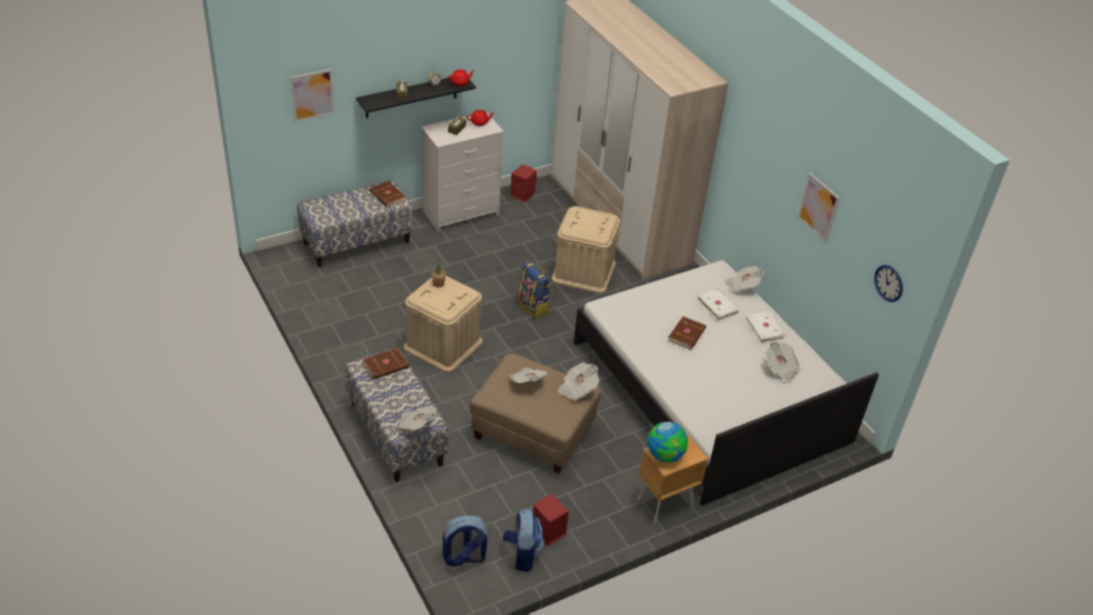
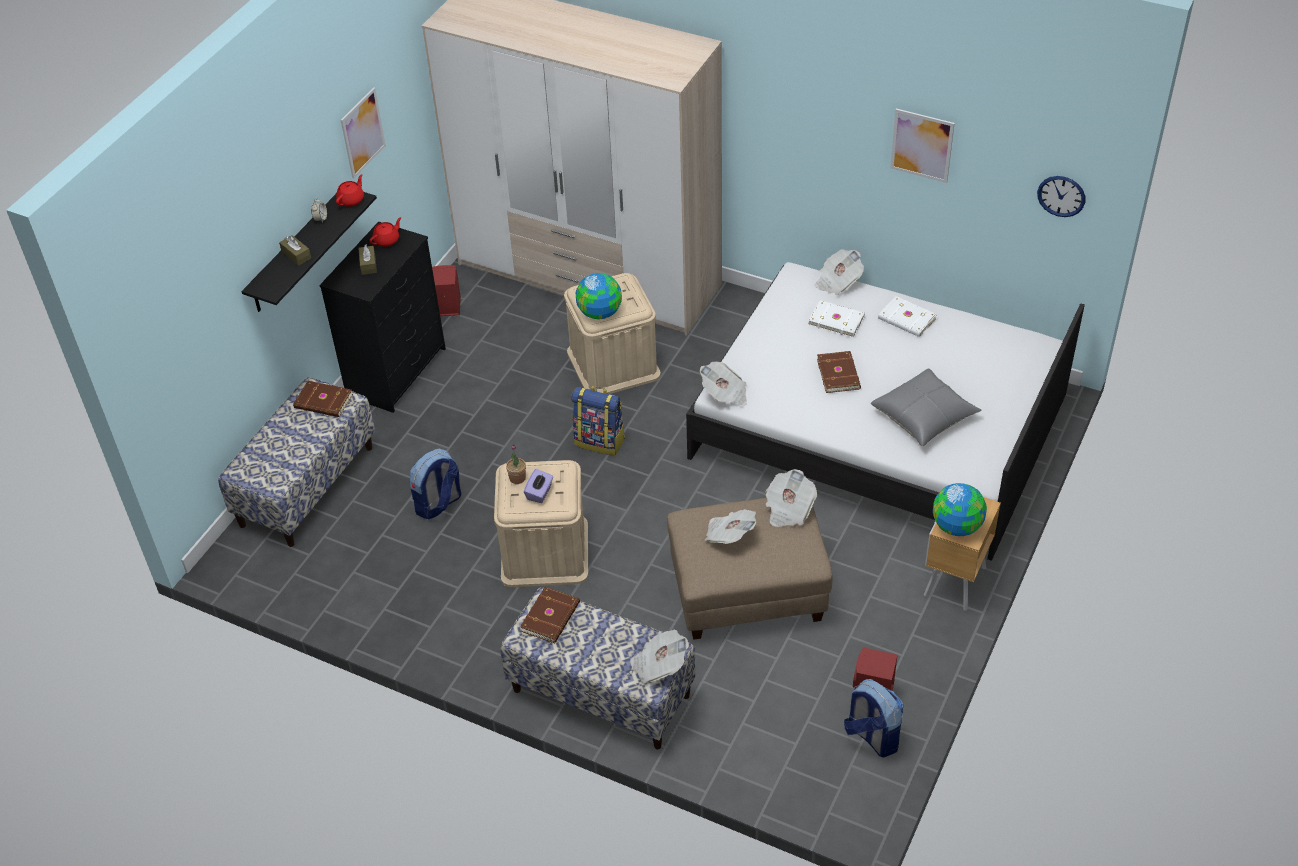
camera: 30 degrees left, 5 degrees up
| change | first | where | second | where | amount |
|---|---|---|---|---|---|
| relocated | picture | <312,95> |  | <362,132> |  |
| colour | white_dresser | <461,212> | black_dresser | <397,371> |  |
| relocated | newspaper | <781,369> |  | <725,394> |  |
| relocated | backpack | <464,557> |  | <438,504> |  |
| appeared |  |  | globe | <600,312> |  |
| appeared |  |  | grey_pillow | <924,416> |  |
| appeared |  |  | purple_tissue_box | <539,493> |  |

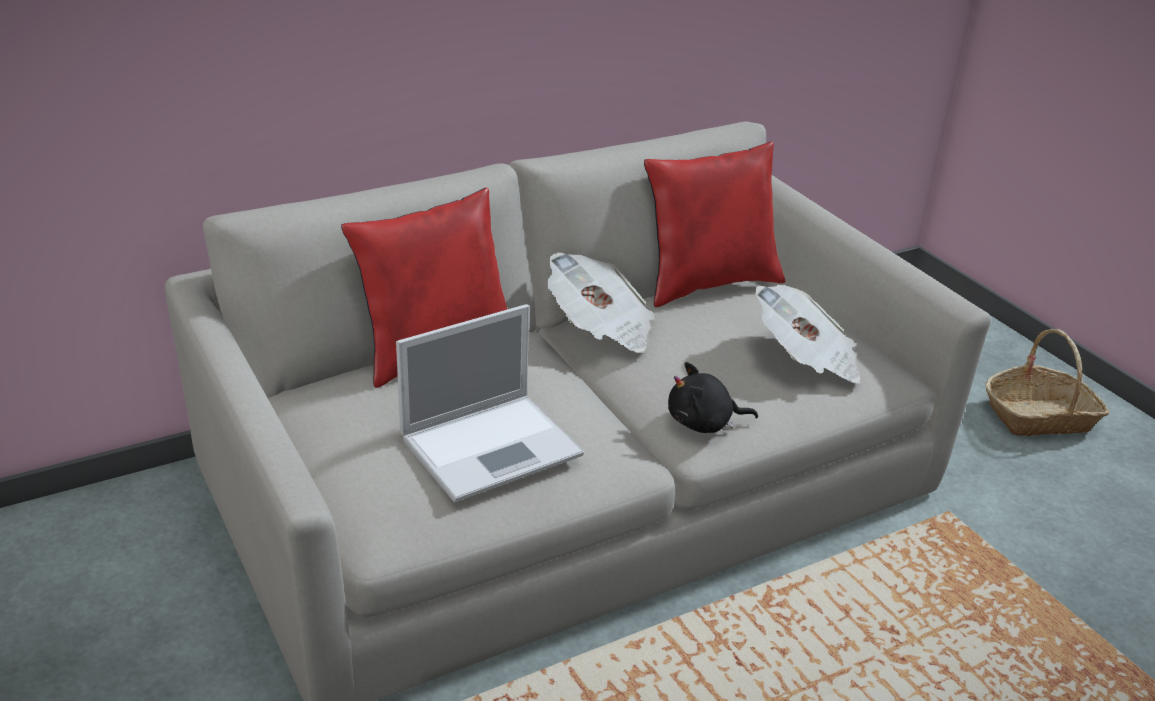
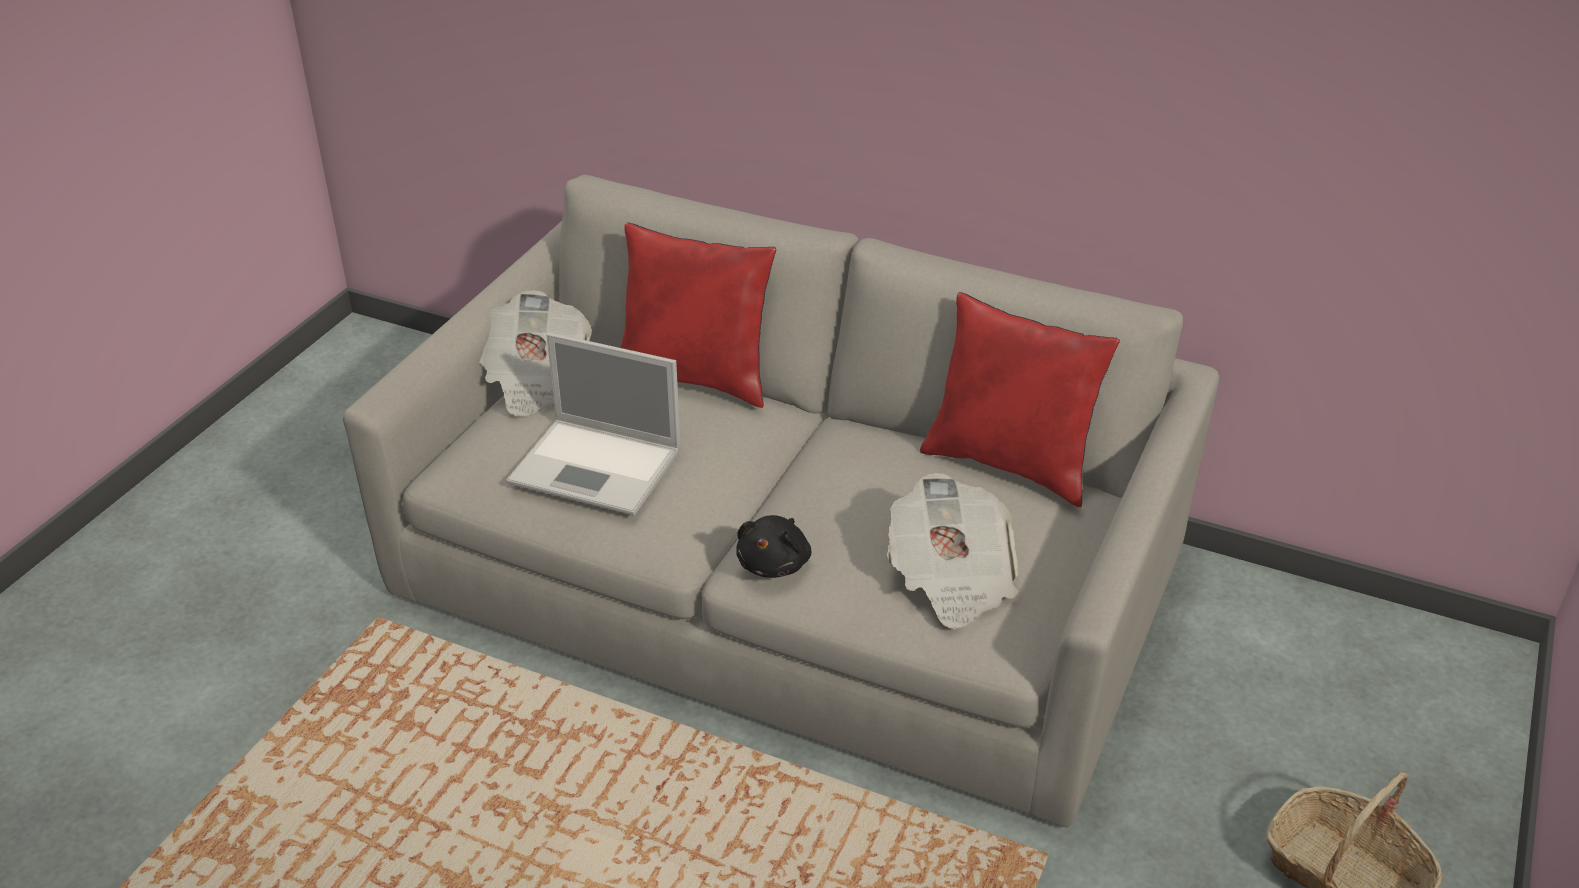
camera: 55 degrees right, 5 degrees up
| change | first | where | second | where | amount |
|---|---|---|---|---|---|
| relocated | newspaper | <601,328> |  | <537,381> |  |
| spun | black_plush_toy | <704,423> |  | <775,563> | 120 degrees counterclockwise |

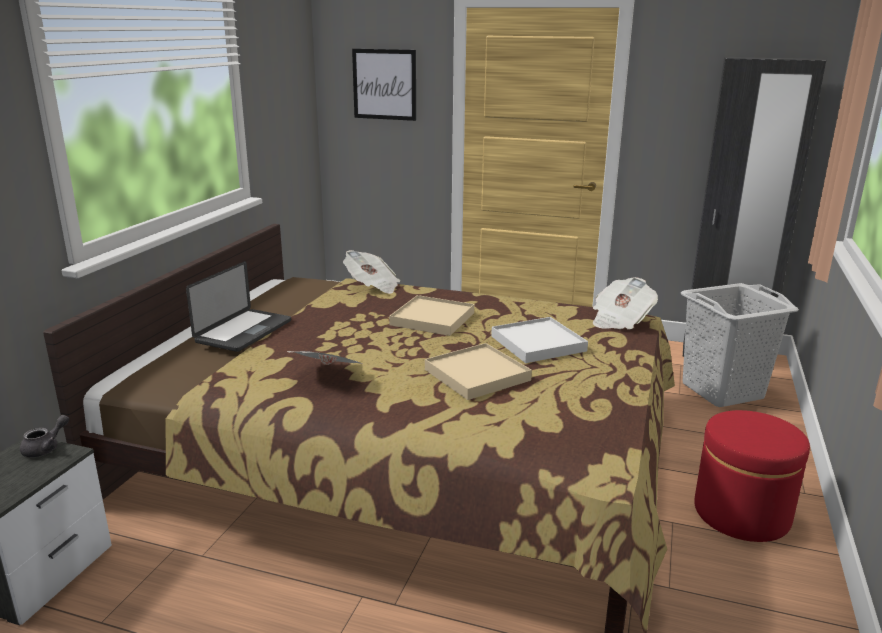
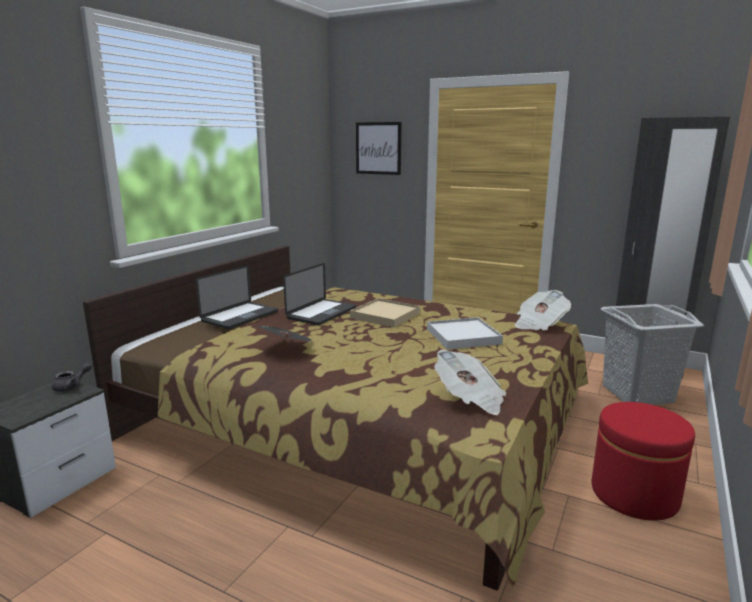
camera: 10 degrees right, 5 degrees down
| change | first | where | second | where | amount |
|---|---|---|---|---|---|
| relocated | newspaper | <372,286> |  | <470,399> |  |
| missing | beige_tray | <477,375> |  |  |  |
| appeared |  |  | laptop | <322,313> |  |

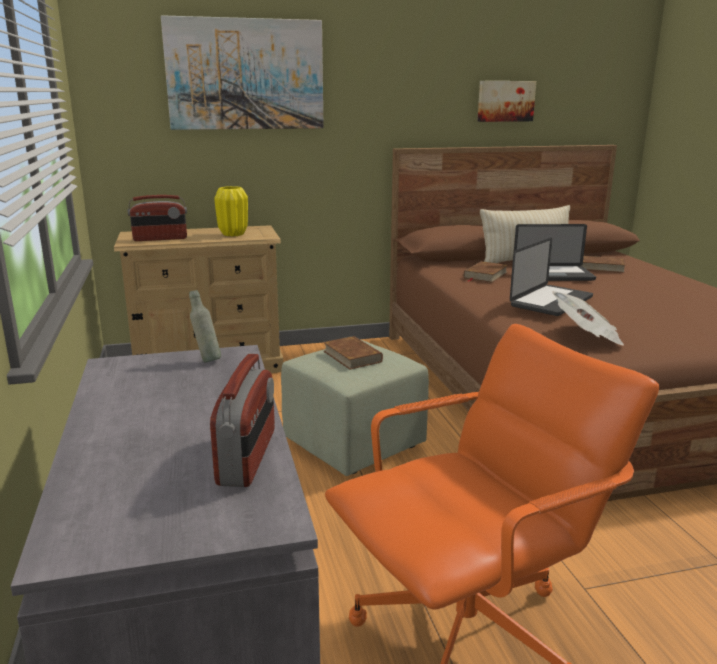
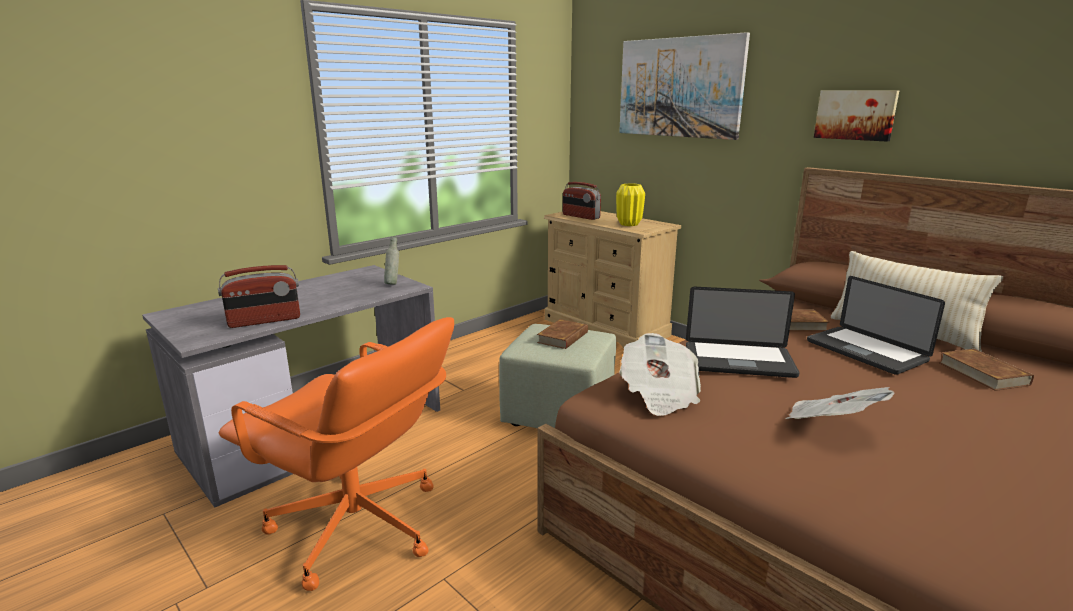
camera: 60 degrees right, 0 degrees up
| change | first | where | second | where | amount |
|---|---|---|---|---|---|
| relocated | picture | <505,101> |  | <855,115> |  |
| appeared |  |  | newspaper | <831,425> |  |

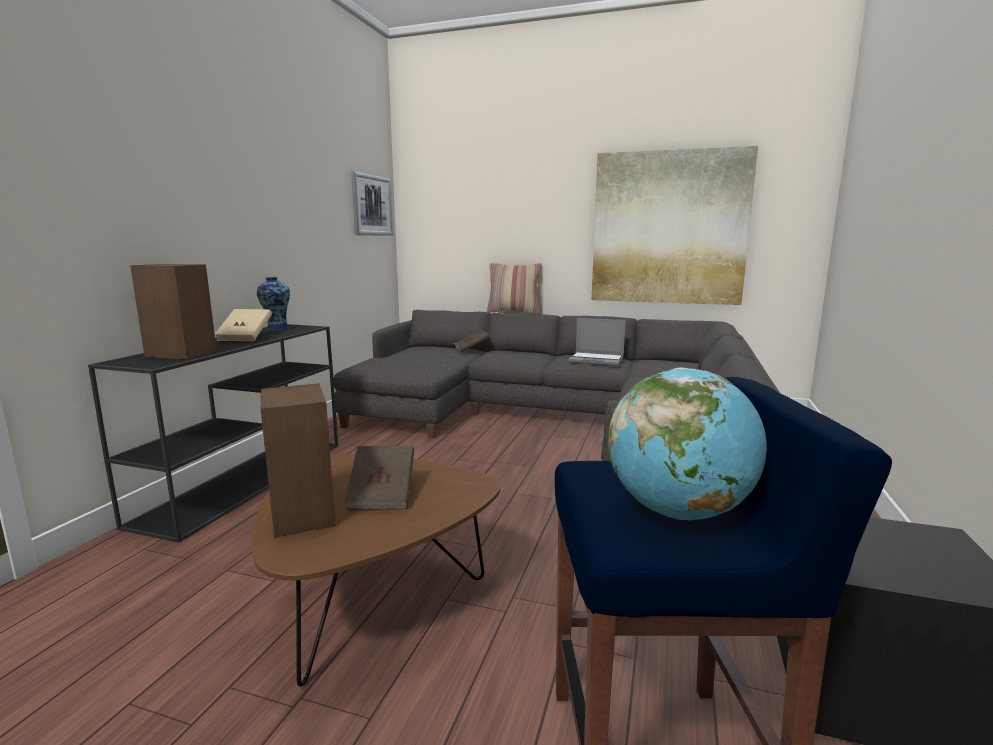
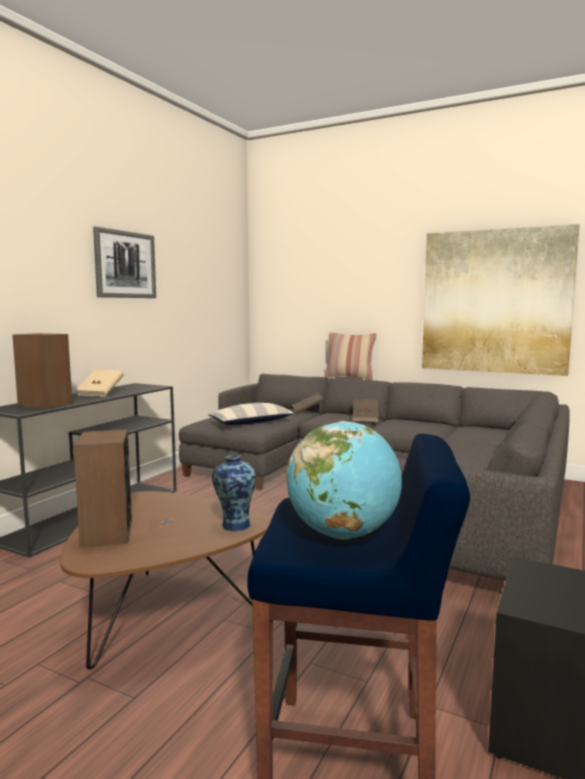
camera: 10 degrees right, 5 degrees down
| change | first | where | second | where | amount |
|---|---|---|---|---|---|
| relocated | picture | <372,205> |  | <125,265> |  |
| relocated | vase | <276,328> |  | <234,525> |  |
| missing | laptop | <597,360> |  |  |  |
| relocated | brown_book | <382,494> |  | <365,419> |  |
| appeared |  |  | pillow | <251,423> |  |

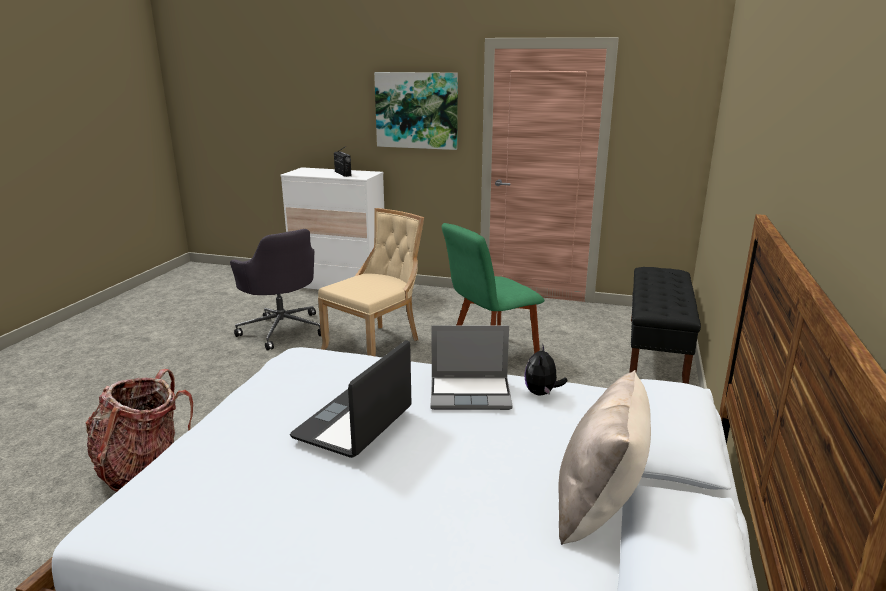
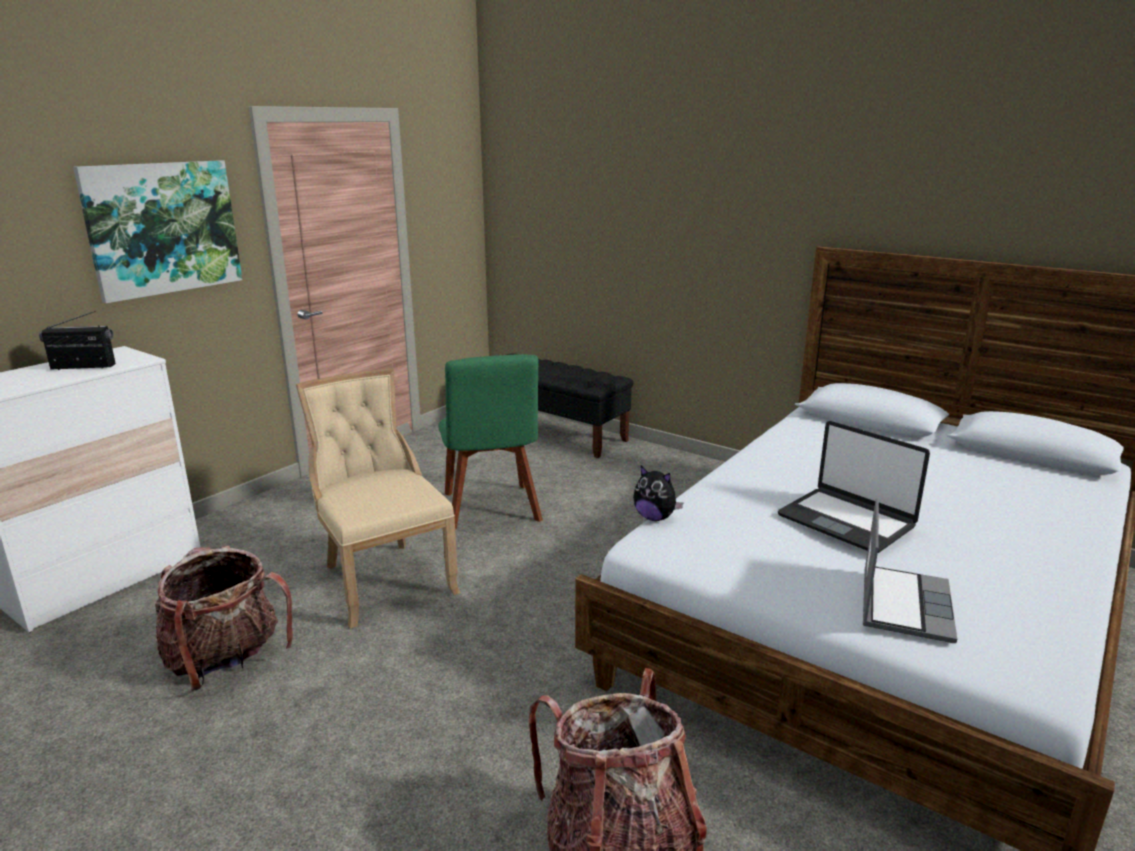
camera: 70 degrees left, 0 degrees up
| change | first | where | second | where | amount |
|---|---|---|---|---|---|
| exchanged | grey_office_chair | <282,329> | backpack | <226,661> |  |
| relocated | laptop | <471,394> |  | <903,604> |  |
| relocated | plush_toy | <542,393> |  | <655,518> |  |
| missing | beige_pillow | <598,507> |  |  |  |

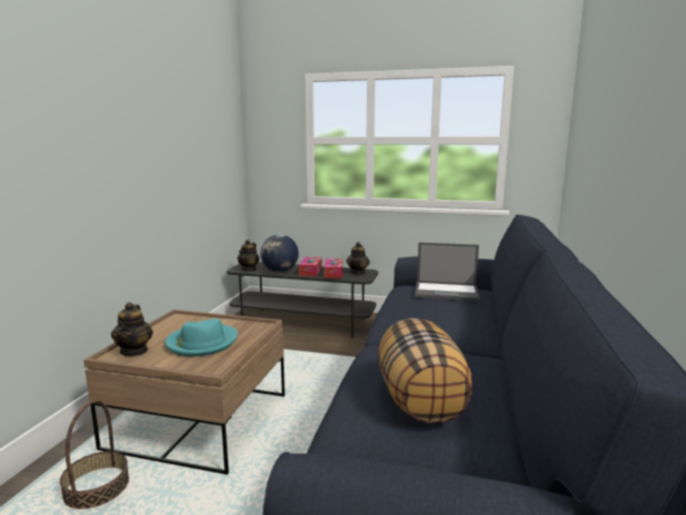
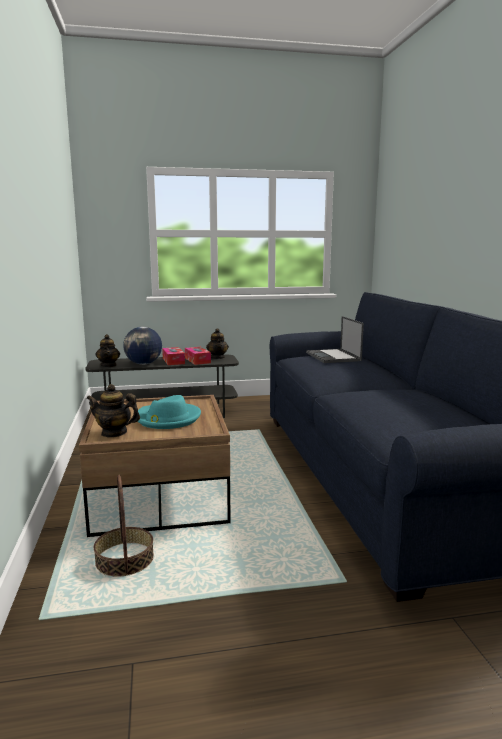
camera: 25 degrees left, 0 degrees up
| change | first | where | second | where | amount |
|---|---|---|---|---|---|
| spun | laptop | <447,292> |  | <333,357> | 90 degrees clockwise |
| spun | teapot | <134,351> |  | <114,433> | 135 degrees clockwise |
| missing | pillow | <421,400> |  |  |  |

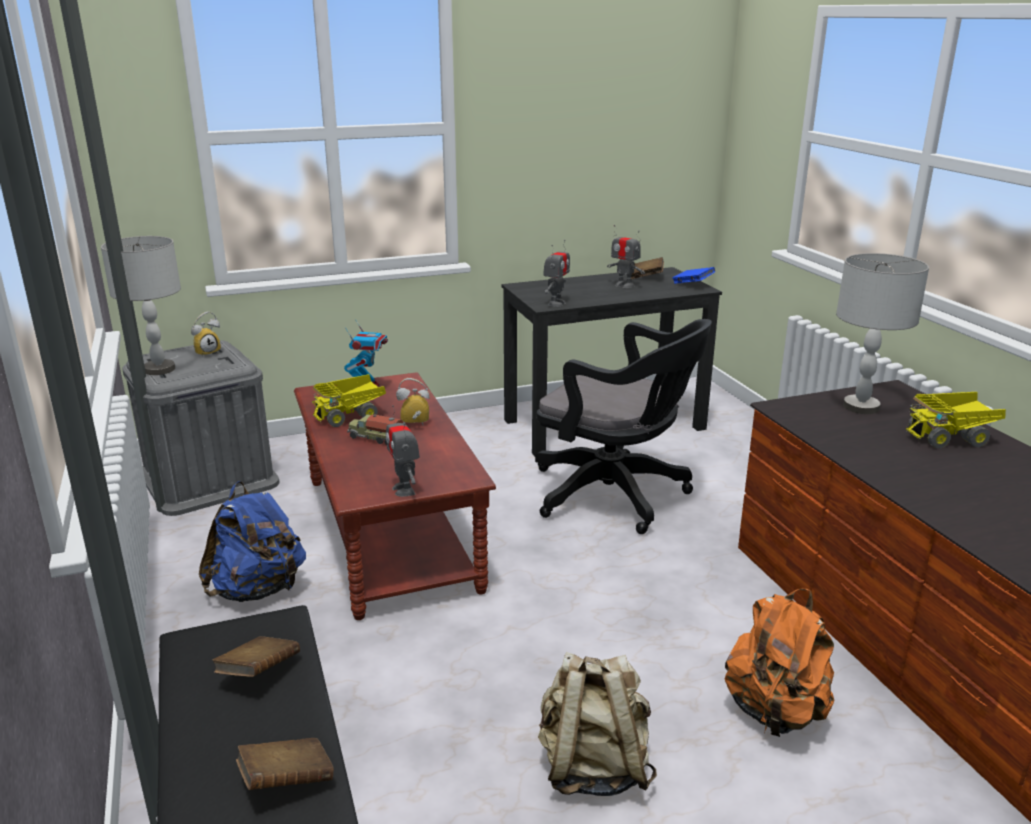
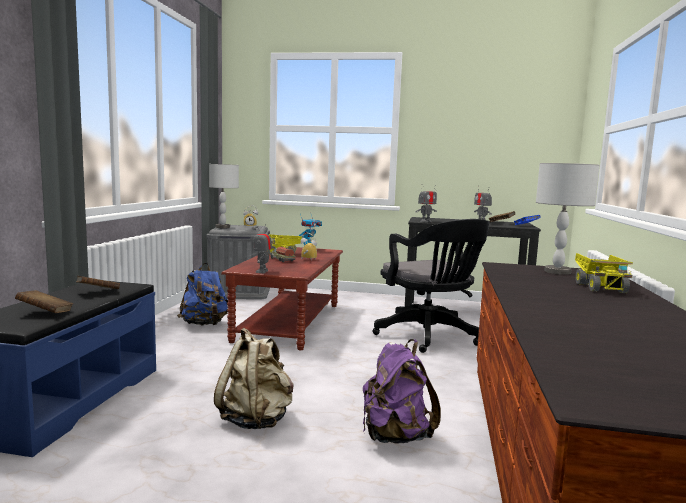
camera: 30 degrees right, 15 degrees down
| change | first | where | second | where | amount |
|---|---|---|---|---|---|
| spun | toy_truck | <950,437> |  | <600,287> | 105 degrees counterclockwise |
| colour | orange_backpack | <775,712> | purple_backpack | <395,436> |  |

